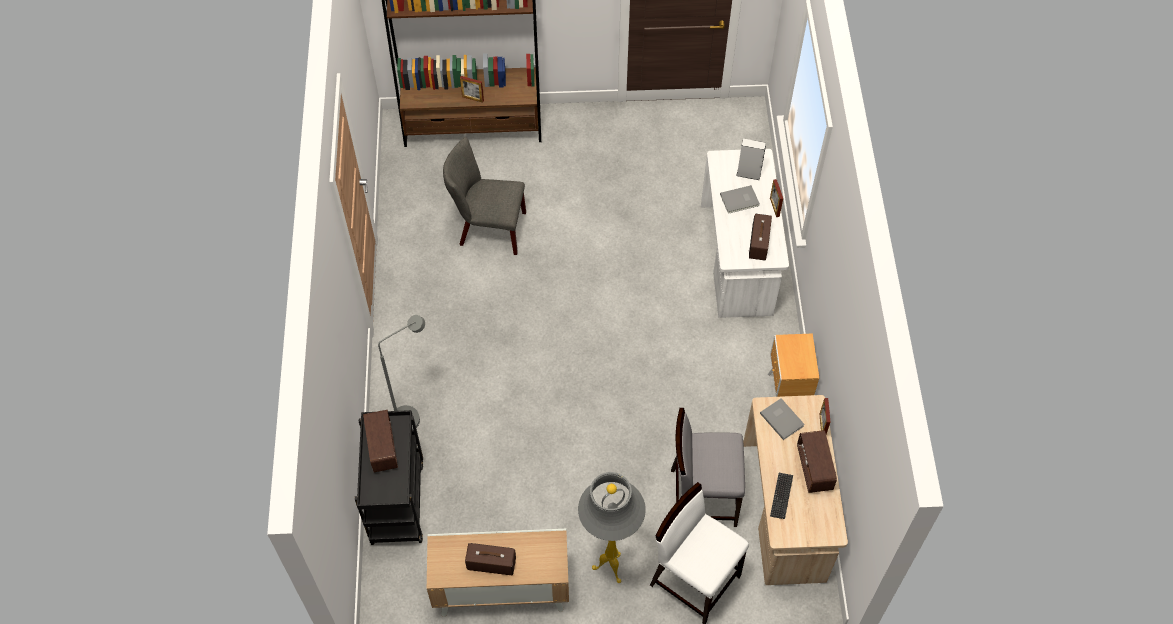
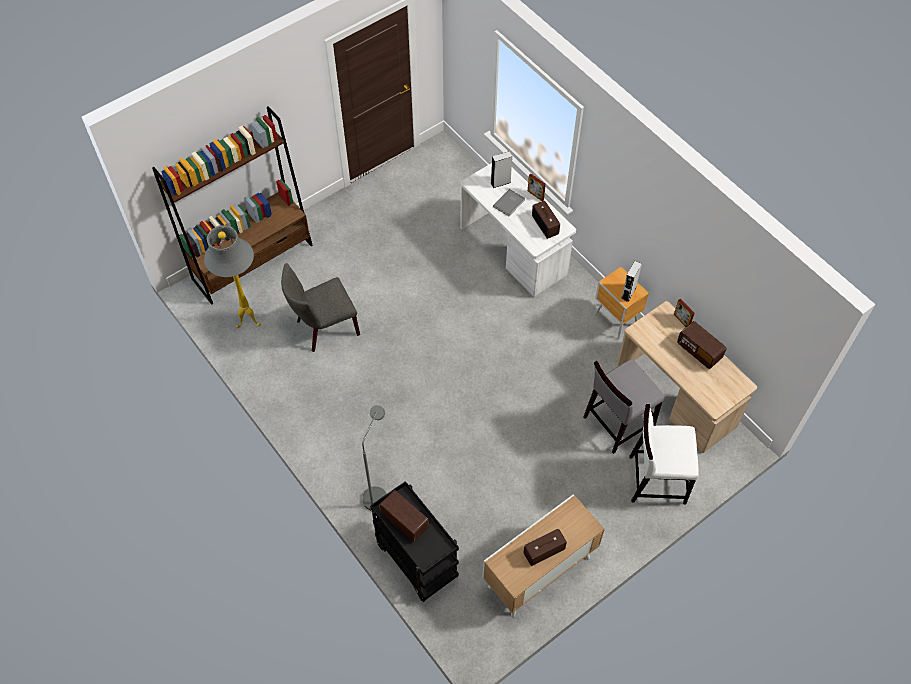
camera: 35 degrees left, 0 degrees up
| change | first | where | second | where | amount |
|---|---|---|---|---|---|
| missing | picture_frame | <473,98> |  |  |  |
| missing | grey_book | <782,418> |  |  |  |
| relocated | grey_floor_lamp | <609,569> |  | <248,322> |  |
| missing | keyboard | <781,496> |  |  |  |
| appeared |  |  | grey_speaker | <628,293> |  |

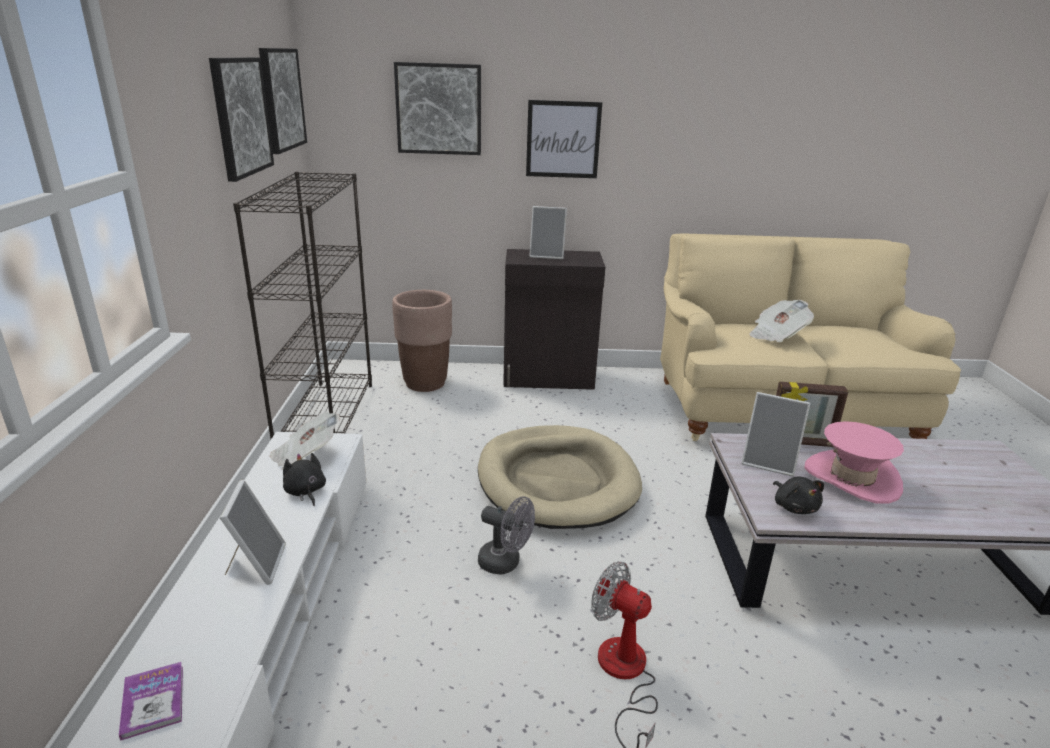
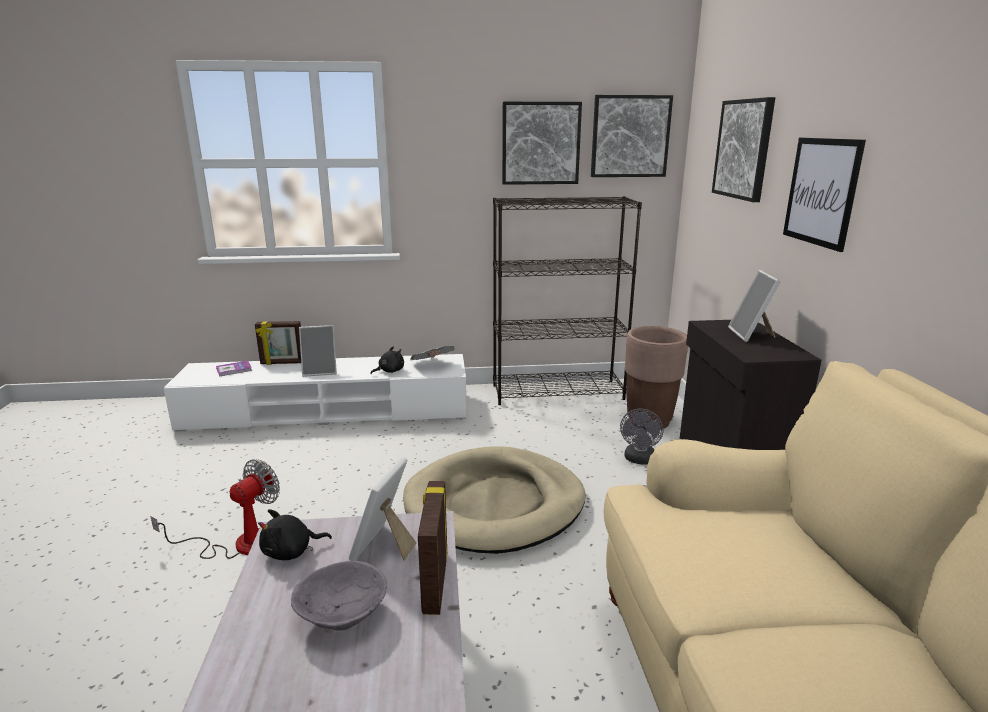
camera: 85 degrees right, 5 degrees down
| change | first | where | second | where | amount |
|---|---|---|---|---|---|
| missing | newspaper | <777,335> |  |  |  |
| exchanged | pink_hat | <851,478> | grey_bowl | <342,617> |  |
| relocated | grey_fan | <505,563> |  | <639,460> |  |
| appeared |  |  | picture_frame | <282,363> |  |

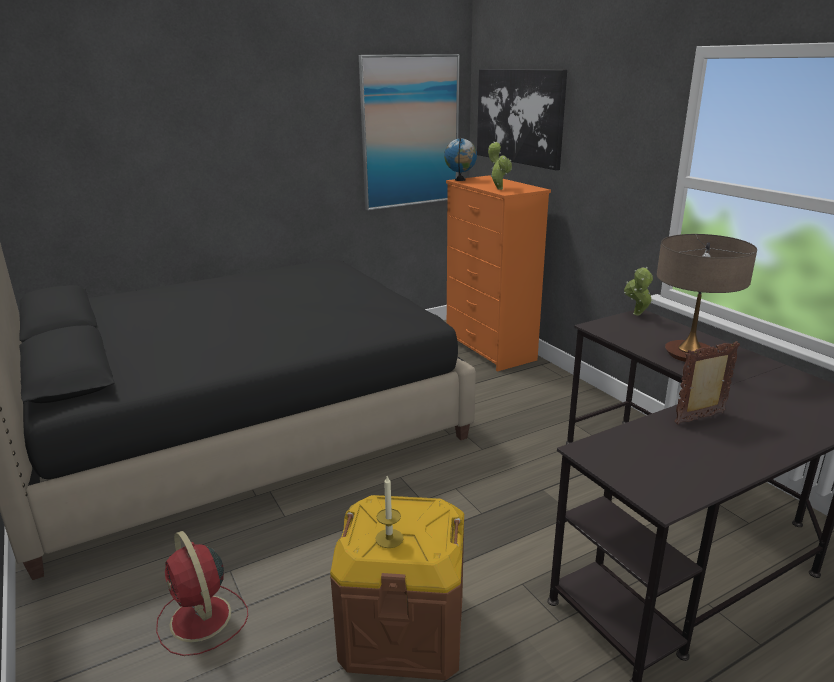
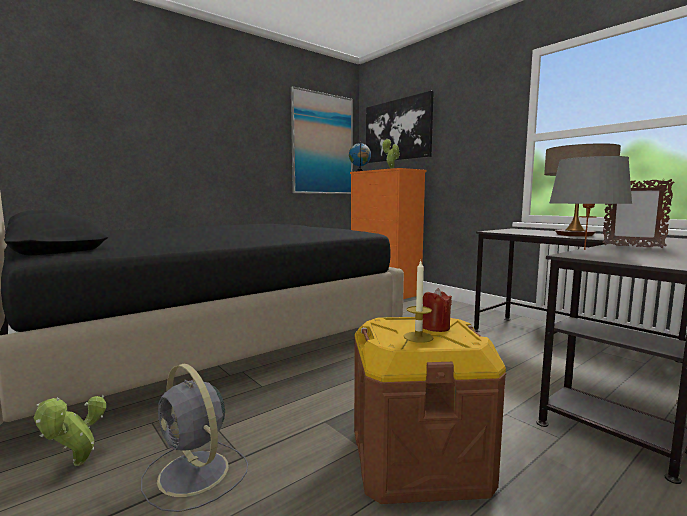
camera: 10 degrees left, 15 degrees down
| change | first | where | second | where | amount |
|---|---|---|---|---|---|
| relocated | potted_plant | <637,315> |  | <76,465> |  |
| spun | picture_frame | <700,418> |  | <632,246> | 120 degrees counterclockwise |
| colour | red_fan | <202,620> | grey_fan | <195,474> |  |
| appeared |  |  | grey_table_lamp | <584,249> |  |
| appeared |  |  | red_candle | <435,327> |  |

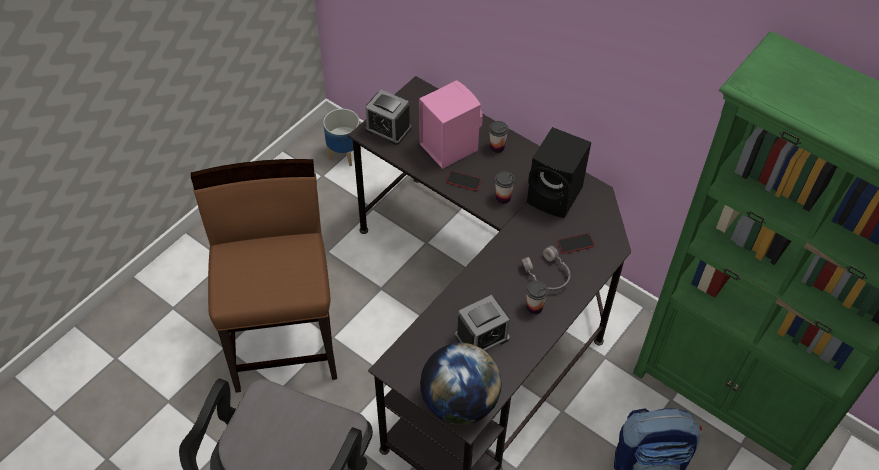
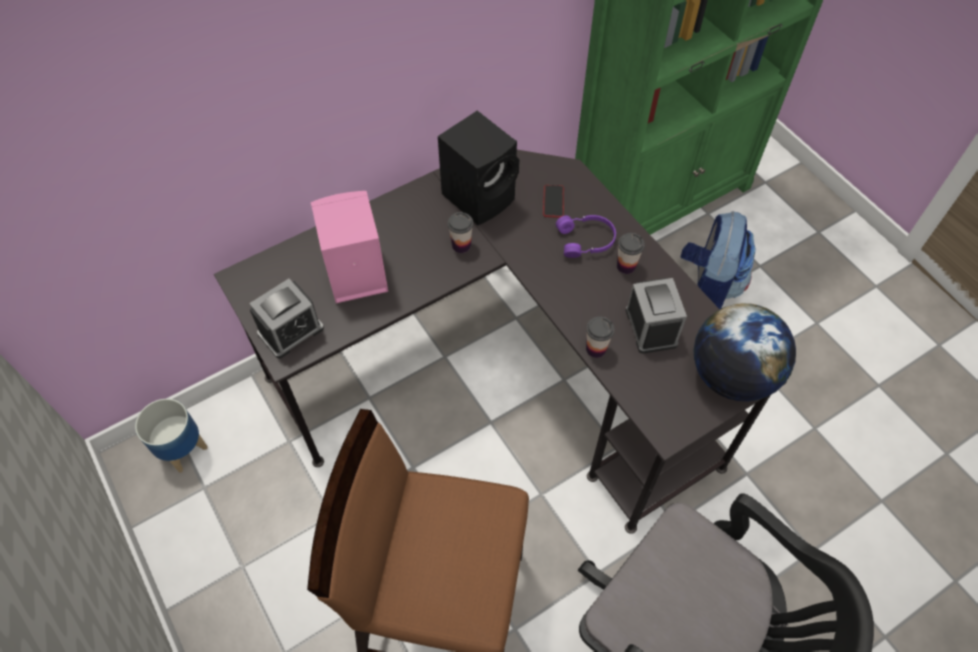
camera: 70 degrees left, 5 degrees up
| change | first | where | second | where | amount |
|---|---|---|---|---|---|
| relocated | cup | <497,147> |  | <596,349> |  |
| missing | phone | <463,181> |  |  |  |
| colour | grey_headphones | <547,275> | purple_headphones | <586,240> |  |

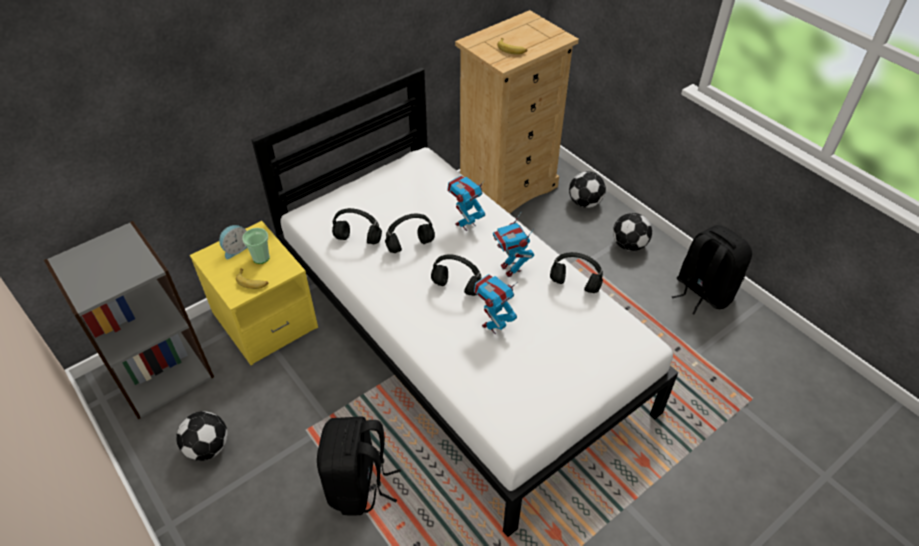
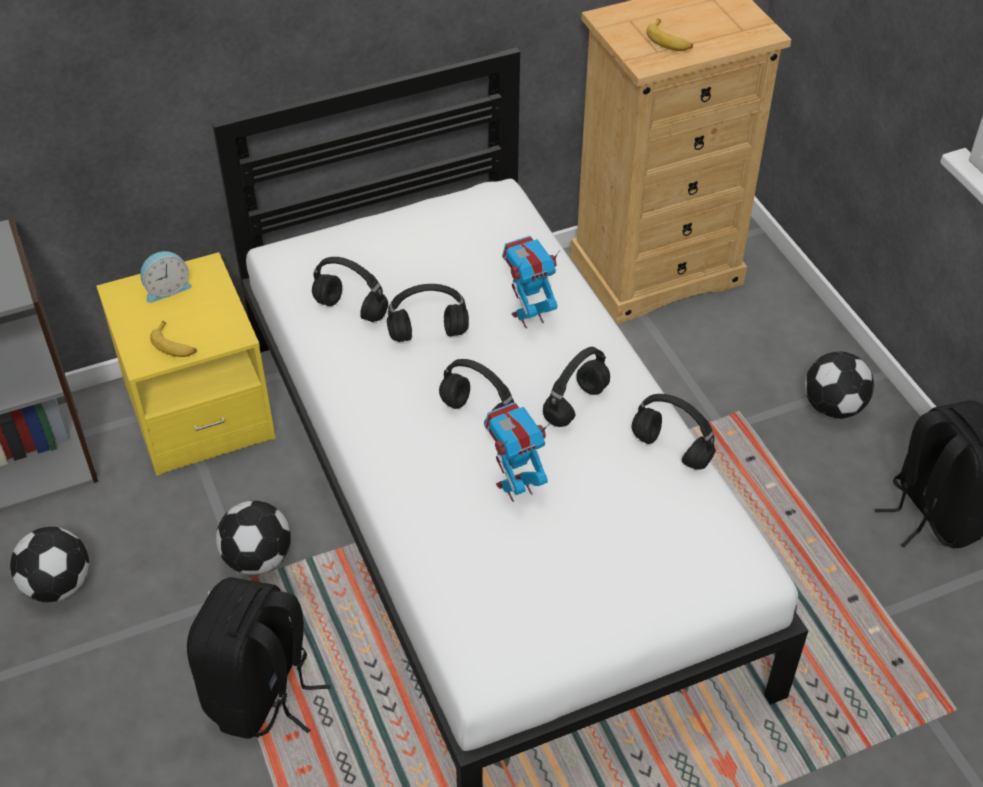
camera: 15 degrees right, 0 degrees up
| change | first | where | second | where | amount |
|---|---|---|---|---|---|
| relocated | football | <584,202> |  | <258,558> |  |
| exchanged | toy_robot | <511,269> | black_headphones | <576,403> |  |
| missing | cup | <261,257> |  |  |  |

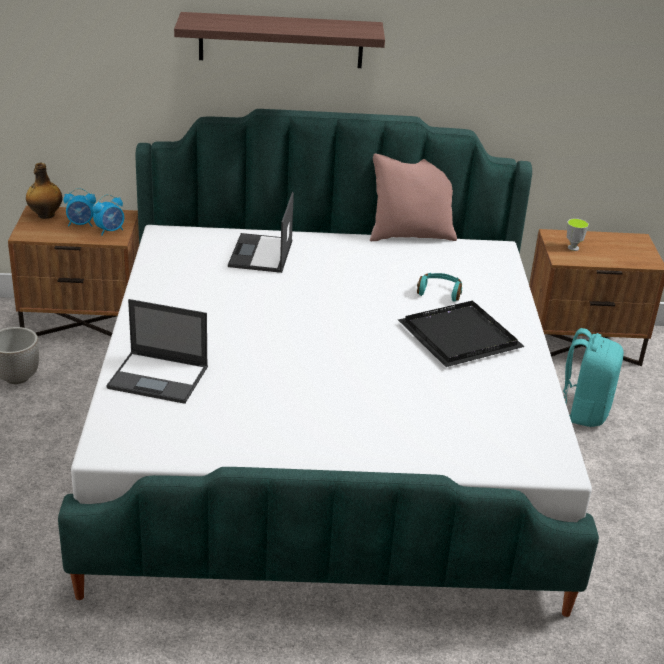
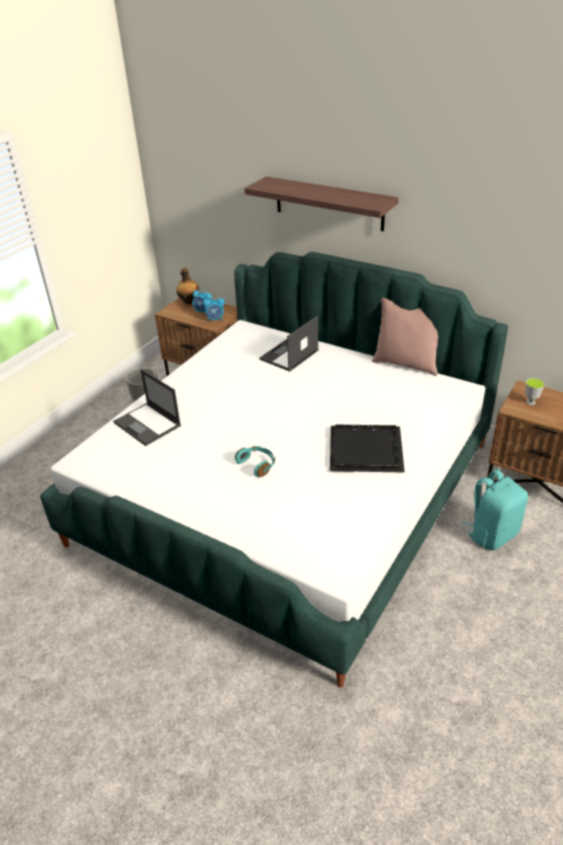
camera: 35 degrees right, 5 degrees up
| change | first | where | second | where | amount |
|---|---|---|---|---|---|
| relocated | turquoise_headphones | <439,292> |  | <257,464> |  |

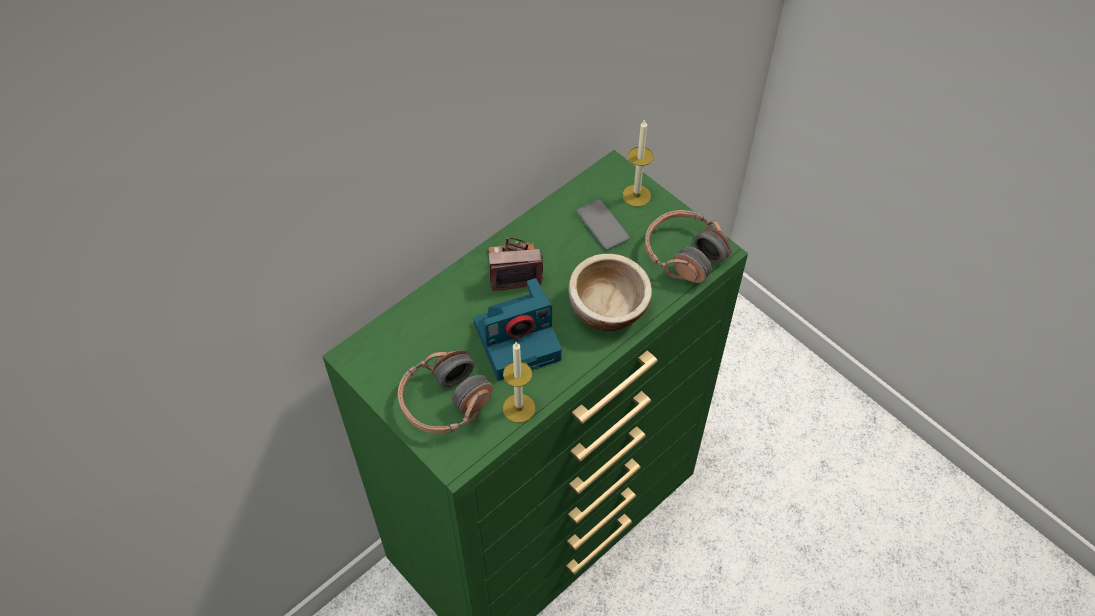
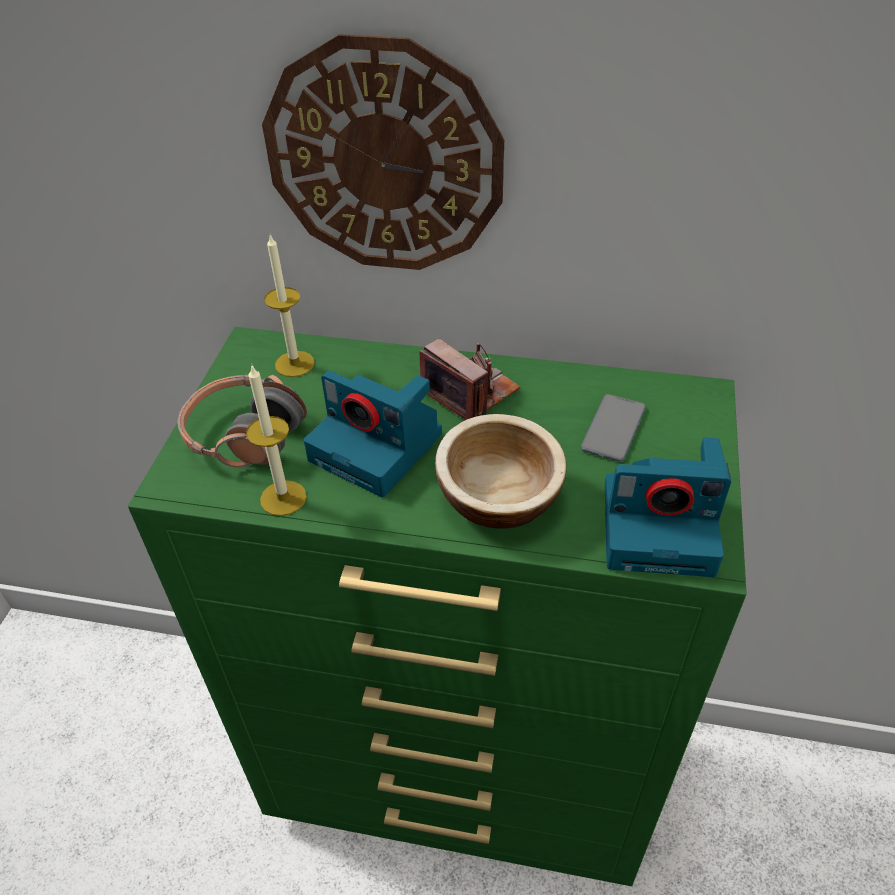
camera: 55 degrees right, 10 degrees down
| change | first | where | second | where | amount |
|---|---|---|---|---|---|
| relocated | candle | <636,195> |  | <294,364> |  |
| exchanged | headphones | <684,254> | photo_camera | <661,526> |  |
| appeared |  |  | wall_clock | <384,160> |  |

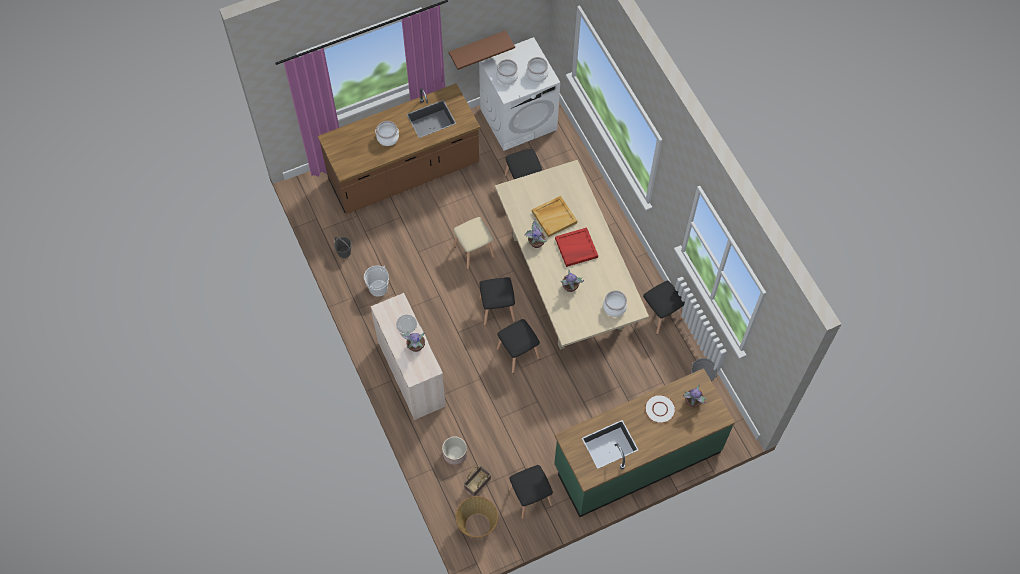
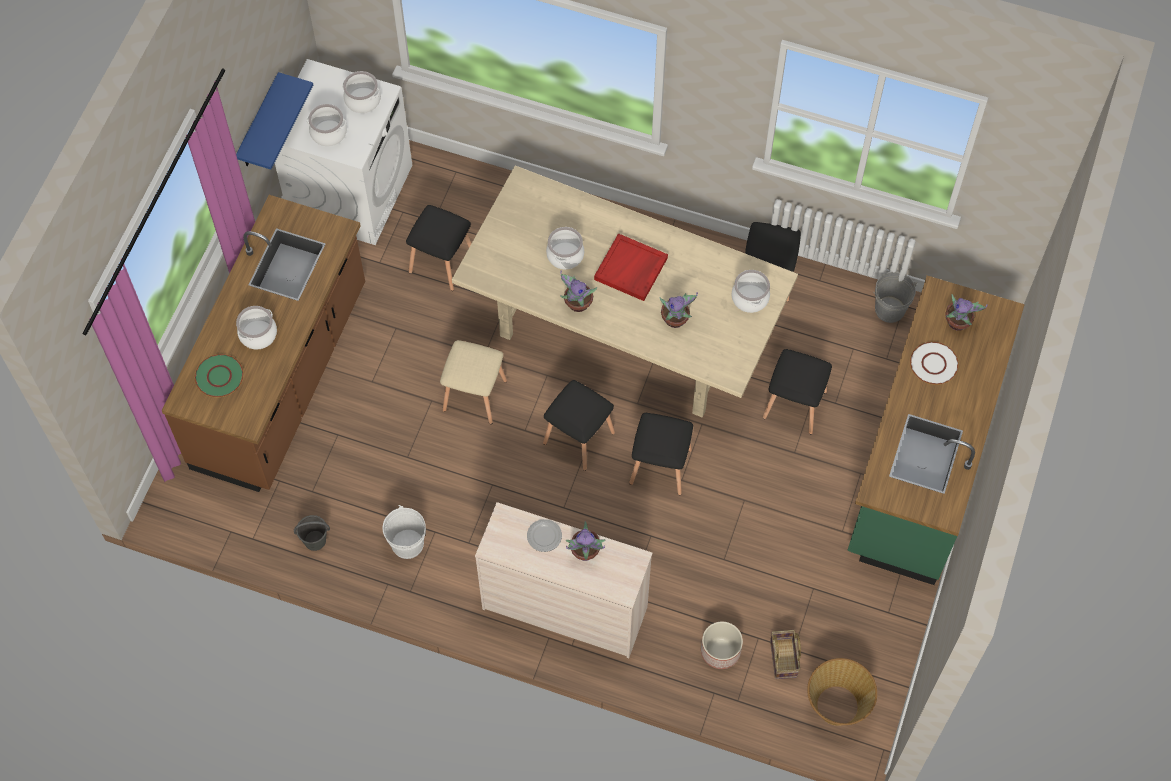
camera: 45 degrees left, 0 degrees up
| change | first | where | second | where | amount |
|---|---|---|---|---|---|
| colour | brown_shelf | <477,47> | blue_shelf | <259,124> |  |
| exchanged | beige_tray | <554,217> | cooking_pot | <565,255> |  |
| relocated | black_stool | <530,498> |  | <795,405> |  |
| appeared |  |  | green_plate | <219,376> |  |

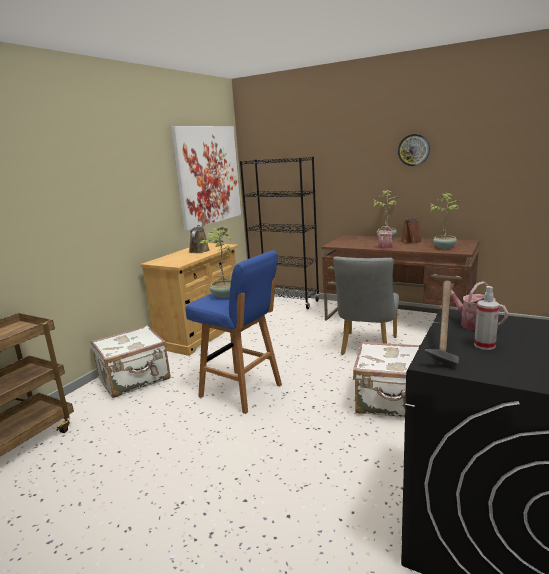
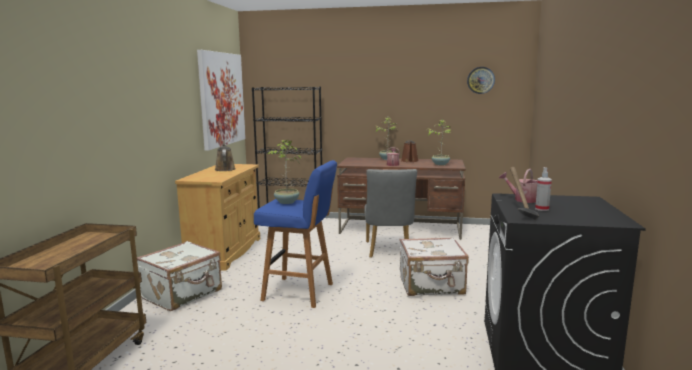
camera: 20 degrees left, 5 degrees down
| change | first | where | second | where | amount |
|---|---|---|---|---|---|
| relocated | wall_clock | <413,150> |  | <480,80> |  |

